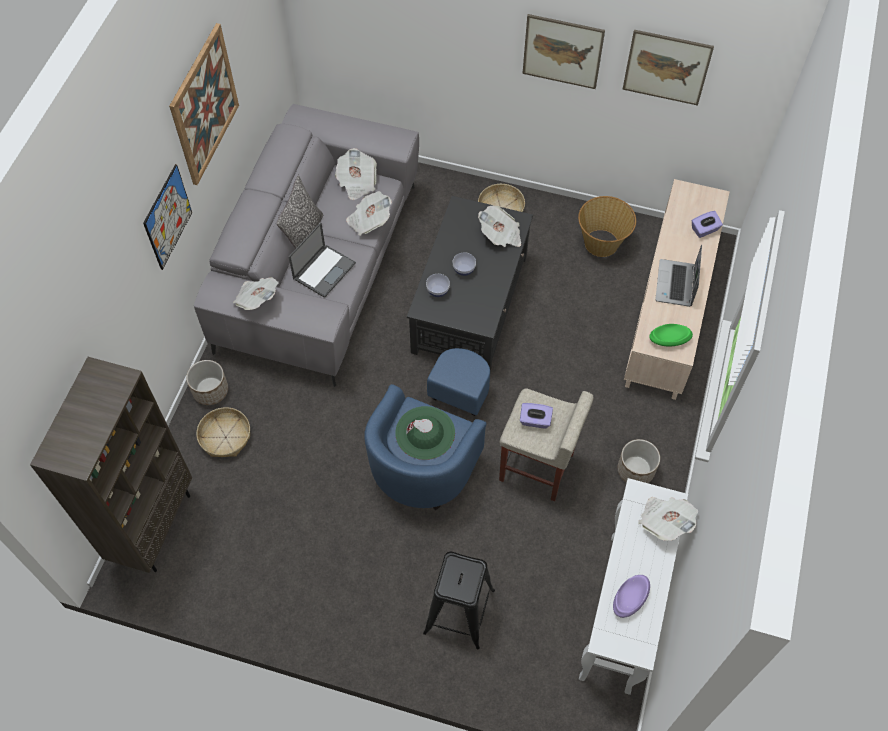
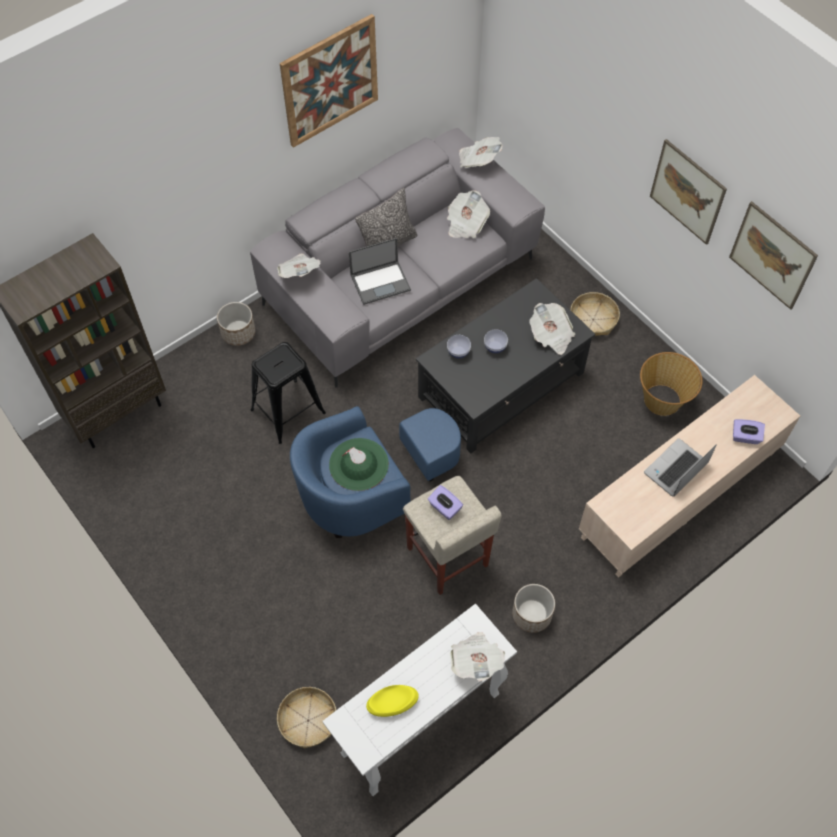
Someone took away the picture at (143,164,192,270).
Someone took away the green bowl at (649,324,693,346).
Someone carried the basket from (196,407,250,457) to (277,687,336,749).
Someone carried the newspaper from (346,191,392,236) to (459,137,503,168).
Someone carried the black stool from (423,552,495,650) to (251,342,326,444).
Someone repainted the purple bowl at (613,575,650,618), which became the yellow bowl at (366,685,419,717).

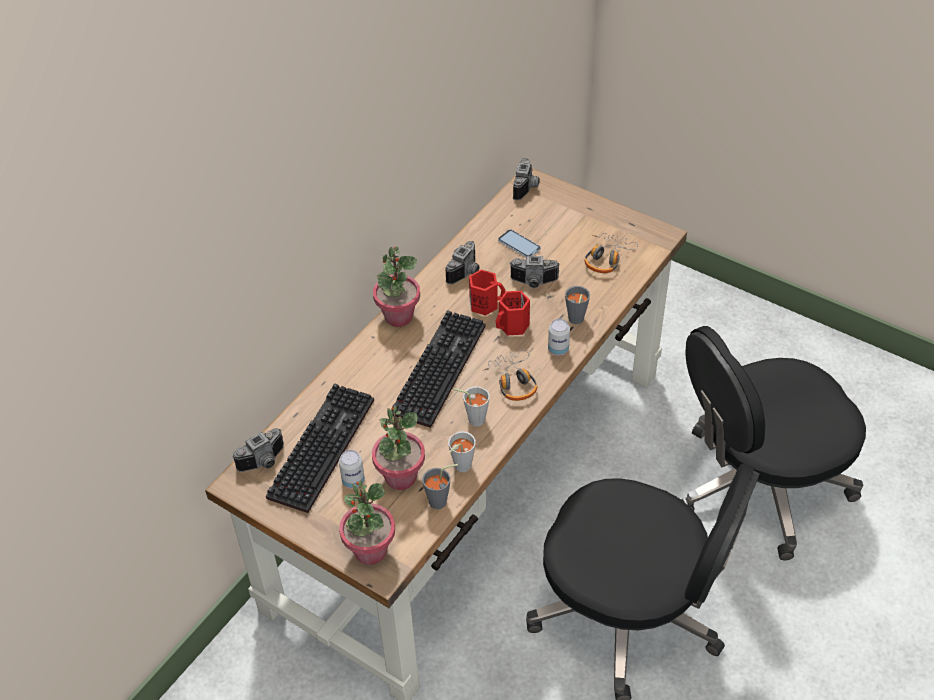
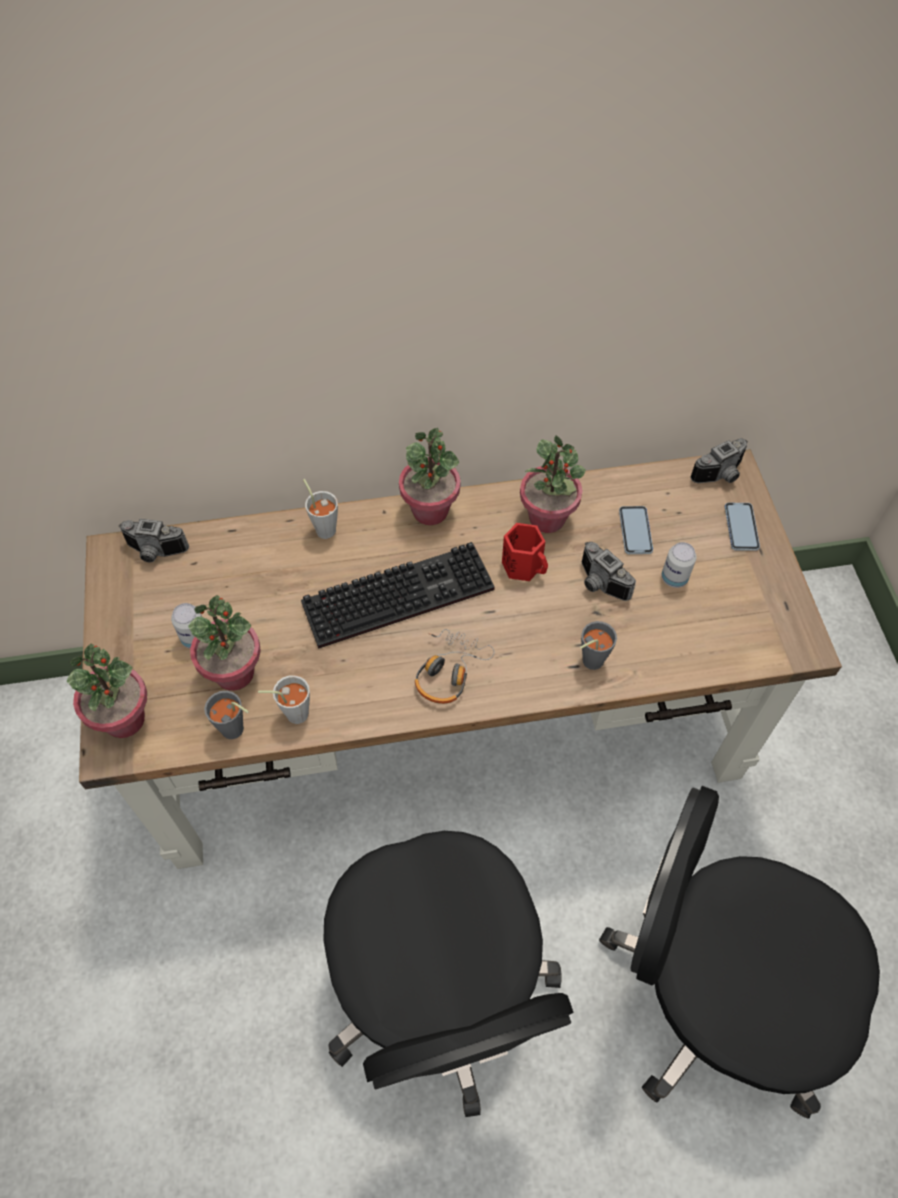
Someone took away the keyboard at (266,383,374,513).
Someone took away the red mug at (495,291,530,335).
Someone took away the headphones at (584,233,638,273).
Someone put down the phone at (725,503,760,551).
Someone carried the grey cup from (453,386,490,426) to (303,479,338,539).
Someone carried the can from (548,319,570,356) to (661,542,696,588).
Someone swapped the photo camera at (445,241,479,284) for the potted plant at (520,435,586,533).

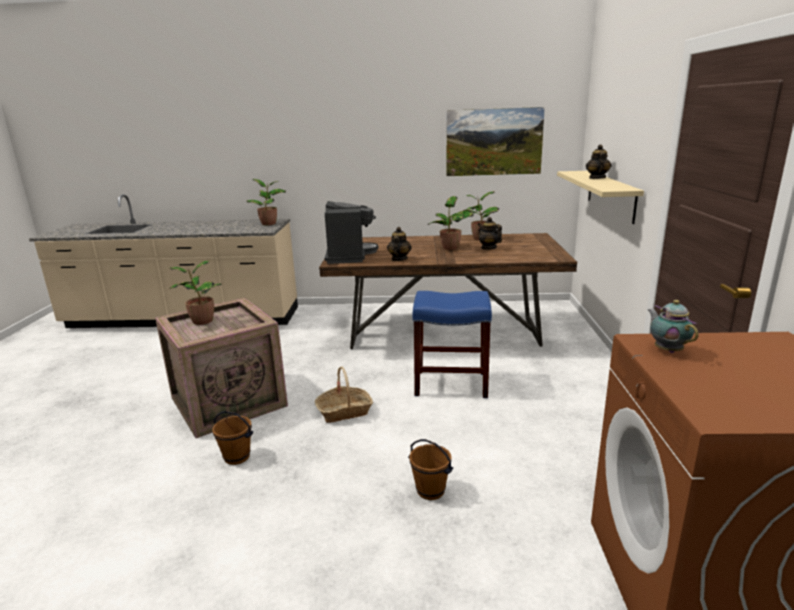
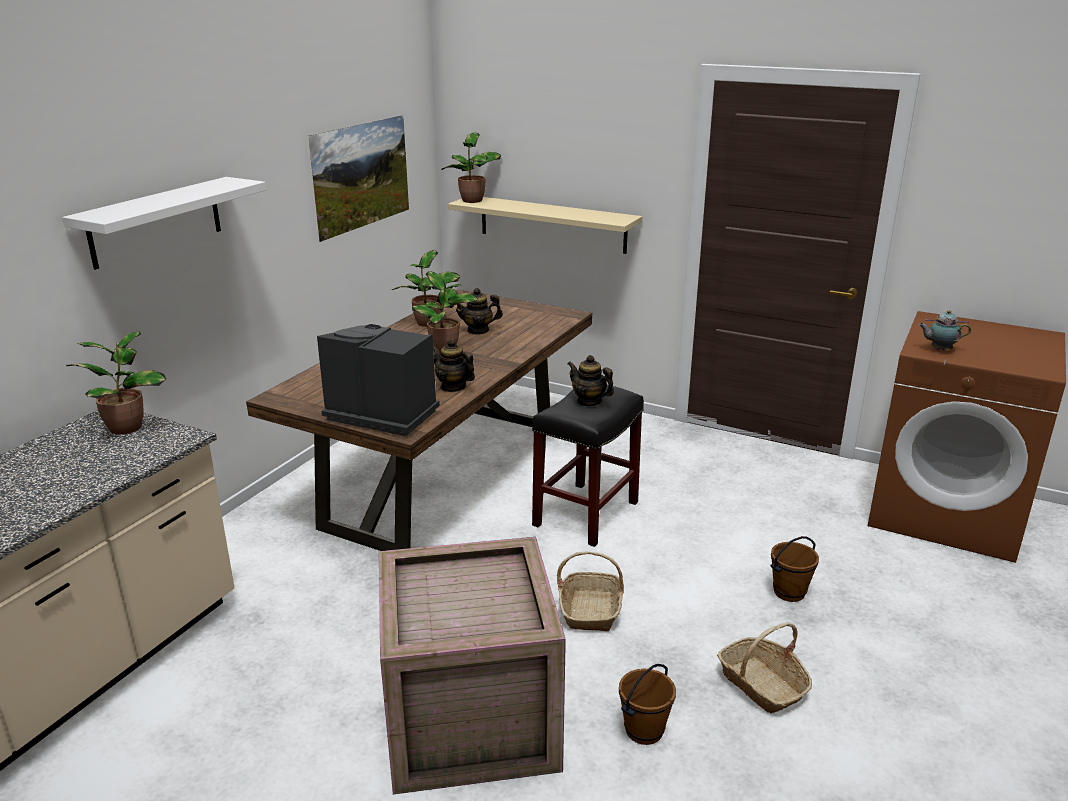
Someone put up the white shelf at (62,177,266,270).
Someone put down the basket at (717,622,812,713).
Someone carried the potted plant from (170,260,222,325) to (442,132,501,203).
Someone carried the teapot from (586,144,612,179) to (568,355,614,407).
Someone repainted the blue stool at (412,291,492,398), which became the black stool at (532,385,644,547).

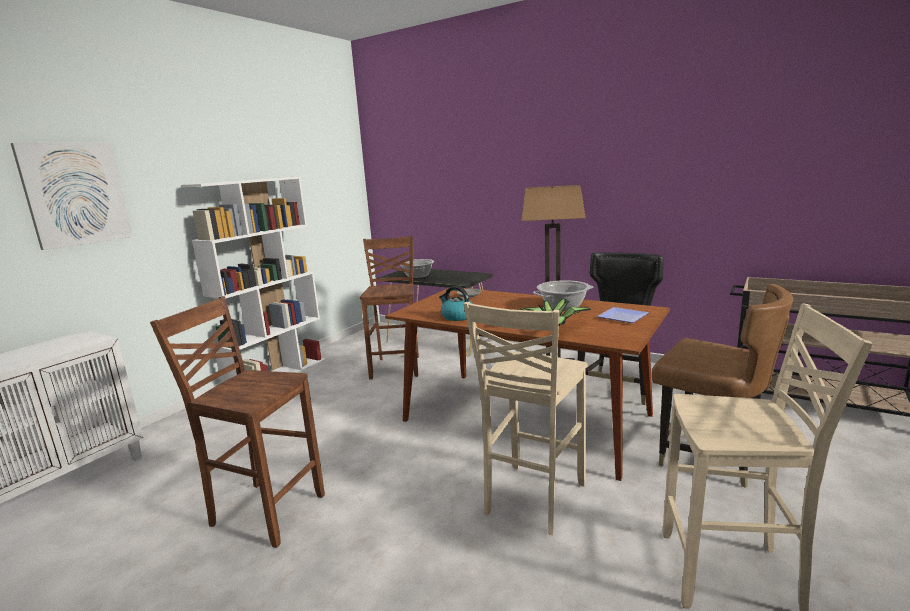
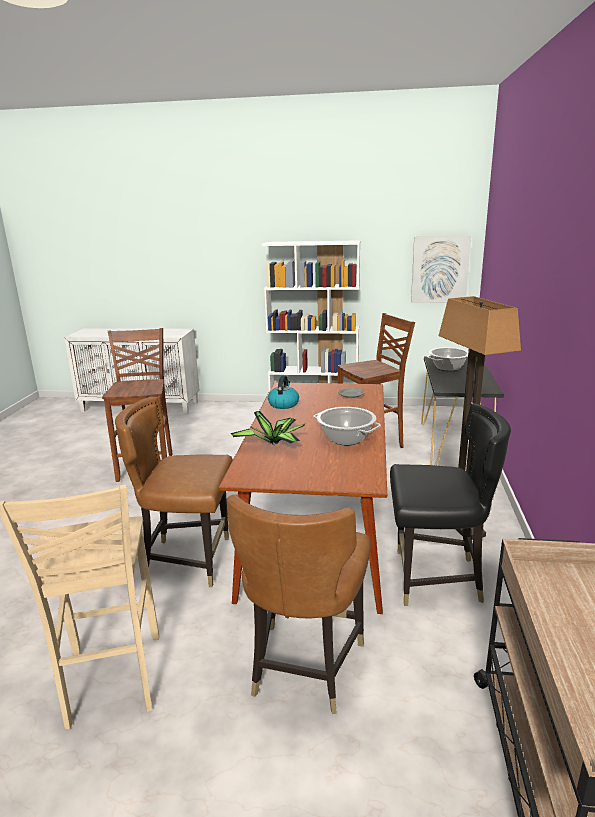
Someone took away the plate at (597,307,649,323).
Someone carried the picture from (11,142,133,250) to (411,236,471,303).
Someone swapped the beige stool at (463,302,587,535) for the brown chair at (115,397,233,587).

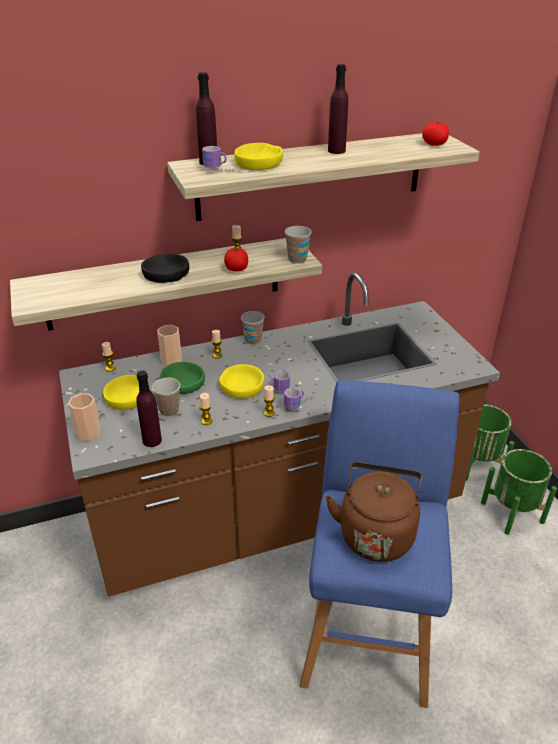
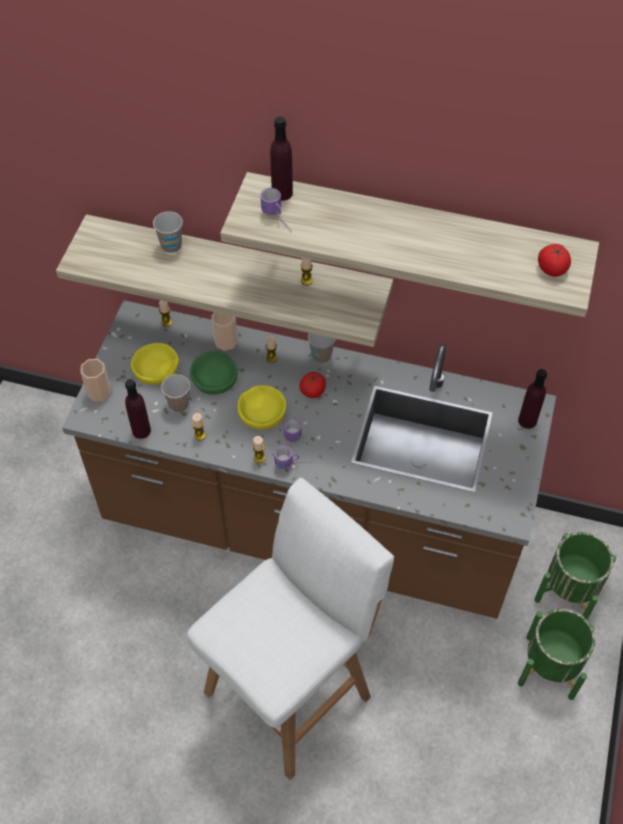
Someone took away the black bowl at (141,254,189,283).
Someone took away the yellow bowl at (234,143,283,170).
Someone took away the brown kettle at (326,462,422,562).
Someone carried the tomato from (224,247,248,271) to (299,372,326,398).
Someone carried the cup from (285,226,312,264) to (153,211,183,253).
Someone carried the purple bottle from (328,64,348,154) to (518,369,547,429).
Someone repainted the blue stool at (300,380,460,708), which became the white stool at (187,477,394,780).

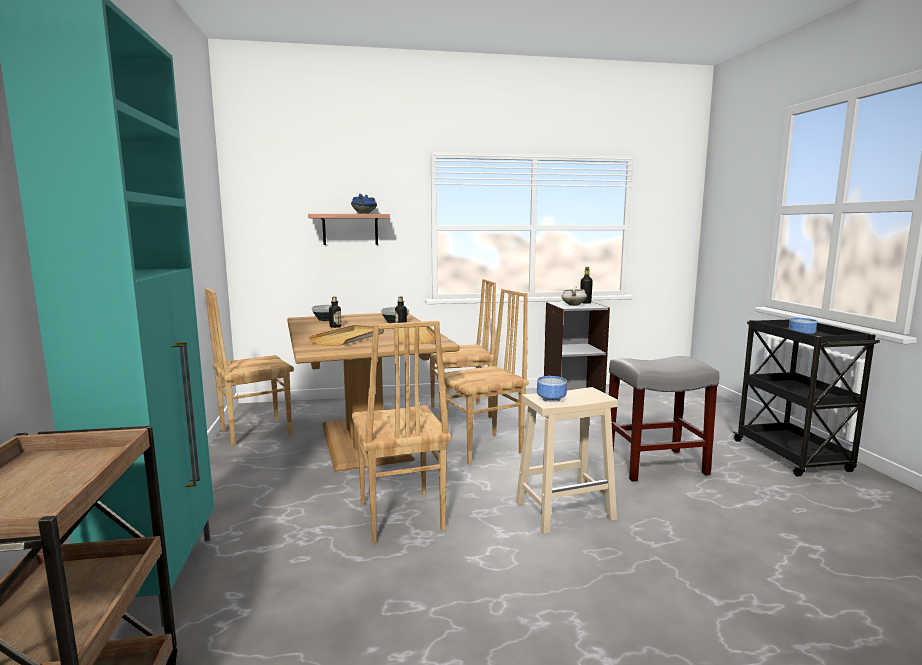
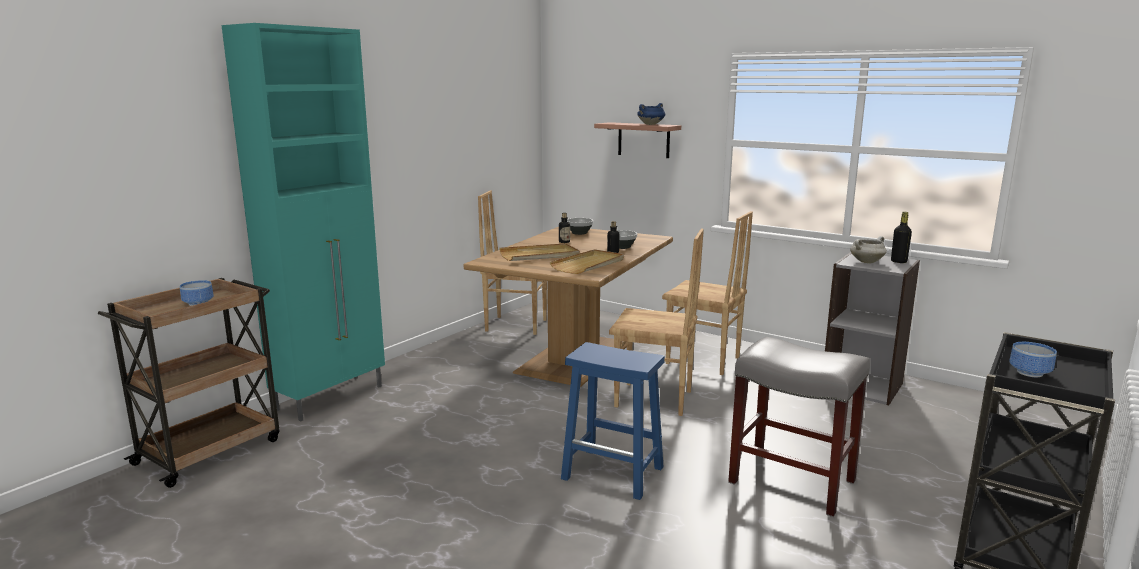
Someone took away the brown chair at (352,321,451,543).
Someone carried the bowl from (537,376,567,402) to (180,280,214,306).
Someone repainted the beige stool at (516,387,618,534), which became the blue stool at (561,342,665,500).

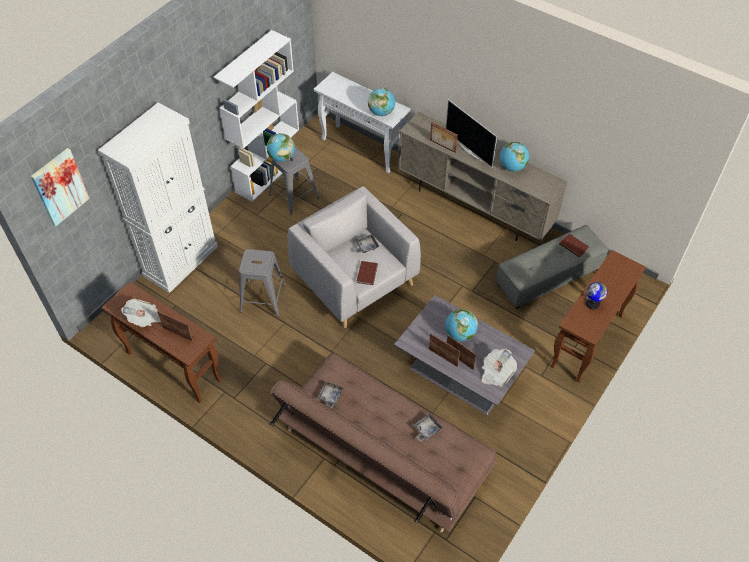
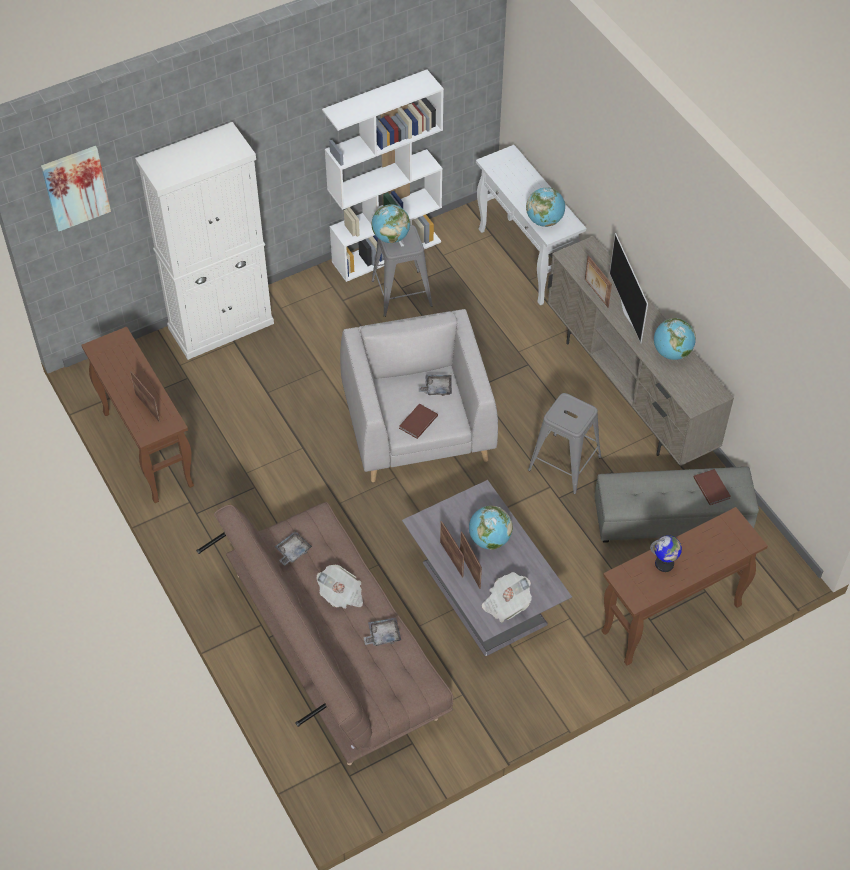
Someone carried the newspaper from (121,299,161,327) to (316,565,363,609).
Someone carried the grey stool from (239,249,286,317) to (528,393,601,494).

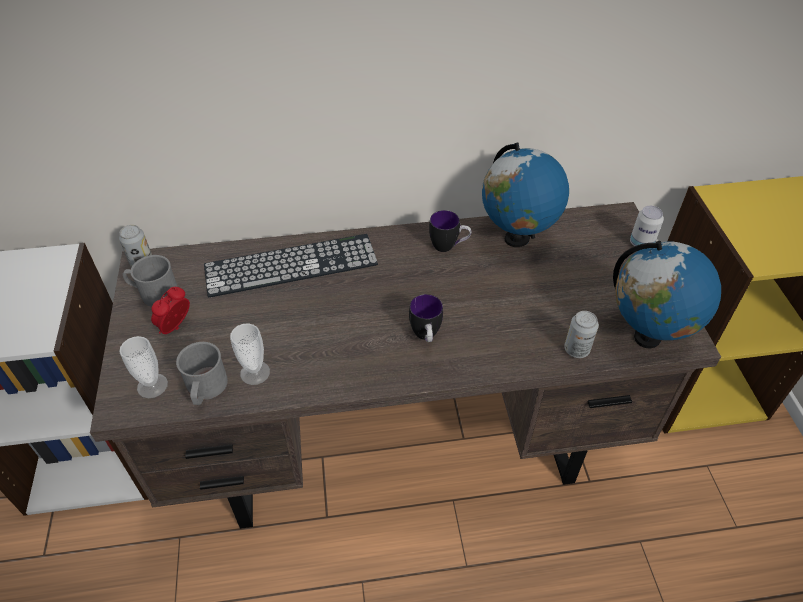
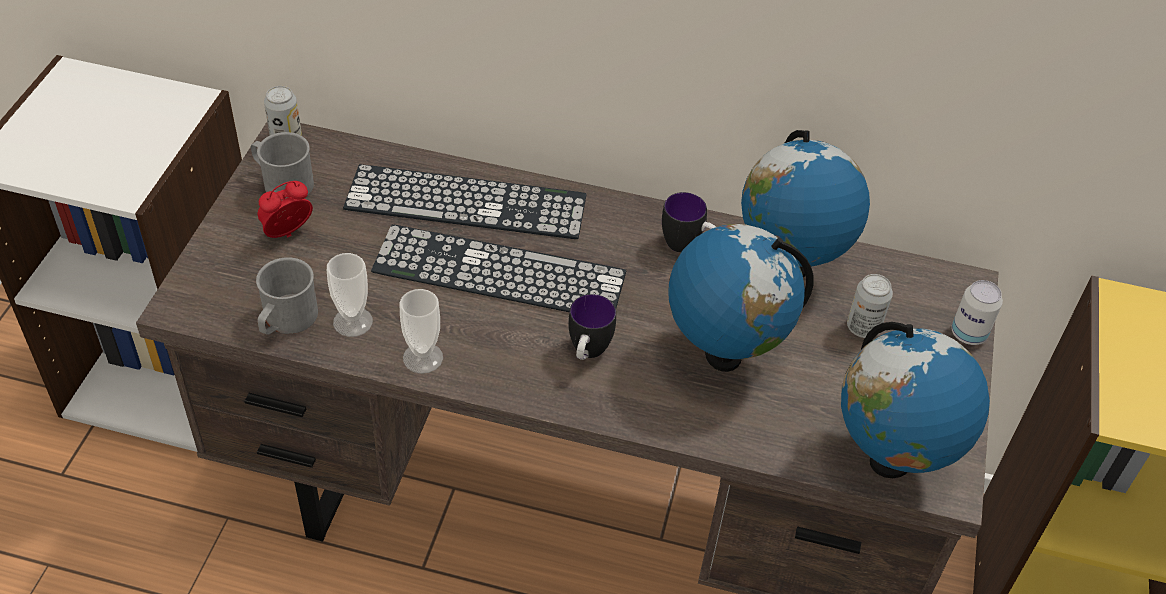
Someone put down the keyboard at (371,224,626,312).
Someone put down the globe at (668,224,814,372).
Someone carried the cup from (119,336,168,398) to (399,289,443,374).
Someone carried the can from (564,311,599,358) to (847,274,893,338).

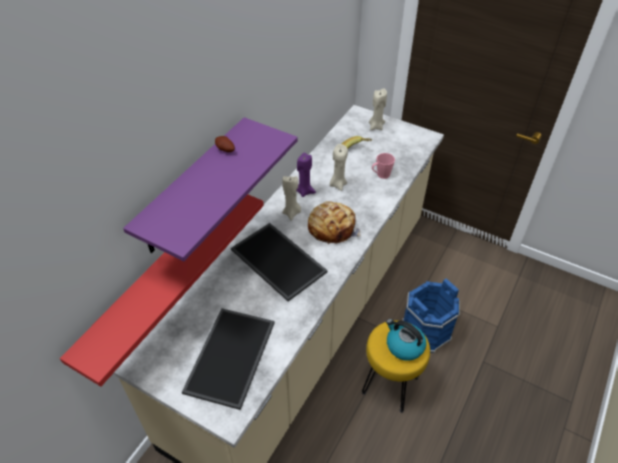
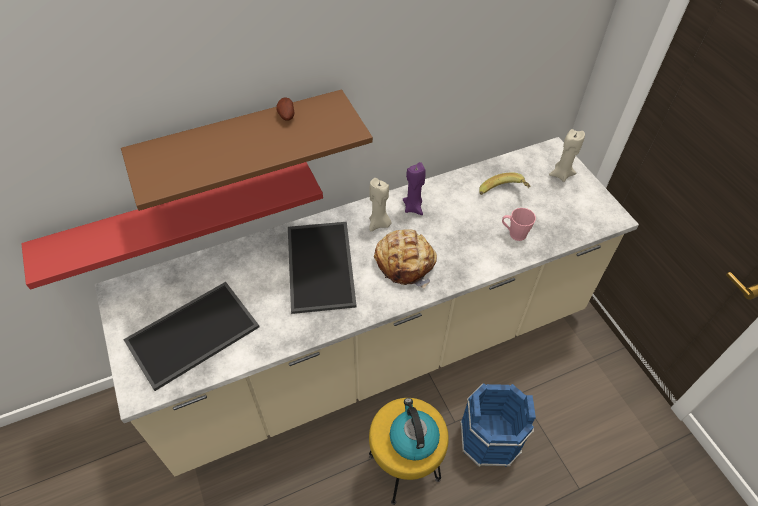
Someone took away the beige candle at (330,144,348,191).
Someone repainted the purple shelf at (123,117,298,261), which became the brown shelf at (121,89,373,211).

